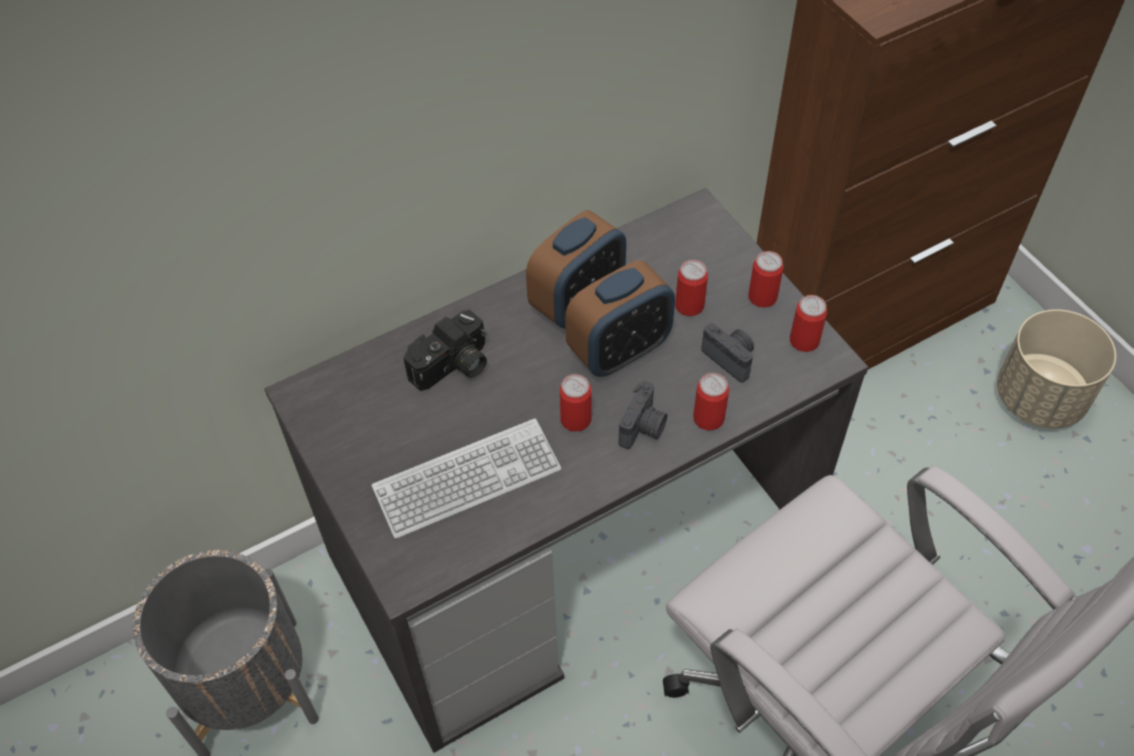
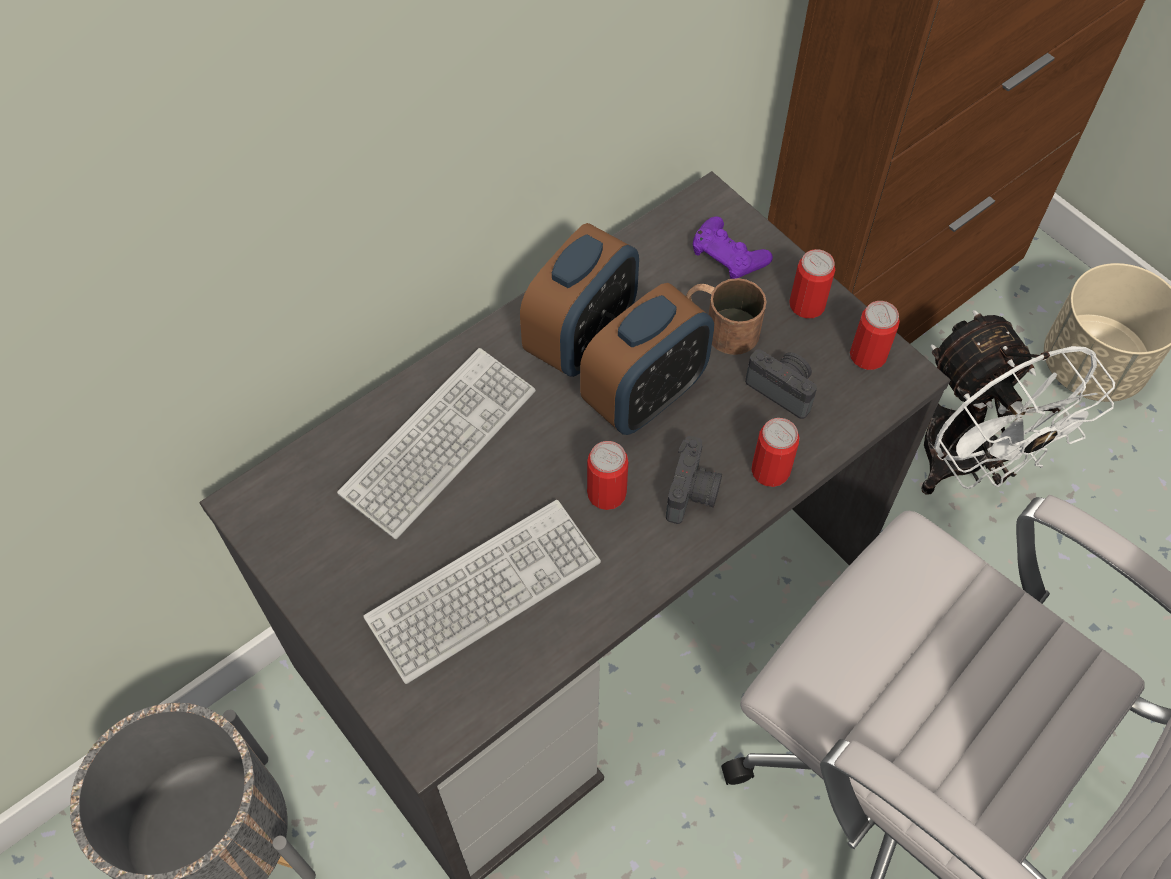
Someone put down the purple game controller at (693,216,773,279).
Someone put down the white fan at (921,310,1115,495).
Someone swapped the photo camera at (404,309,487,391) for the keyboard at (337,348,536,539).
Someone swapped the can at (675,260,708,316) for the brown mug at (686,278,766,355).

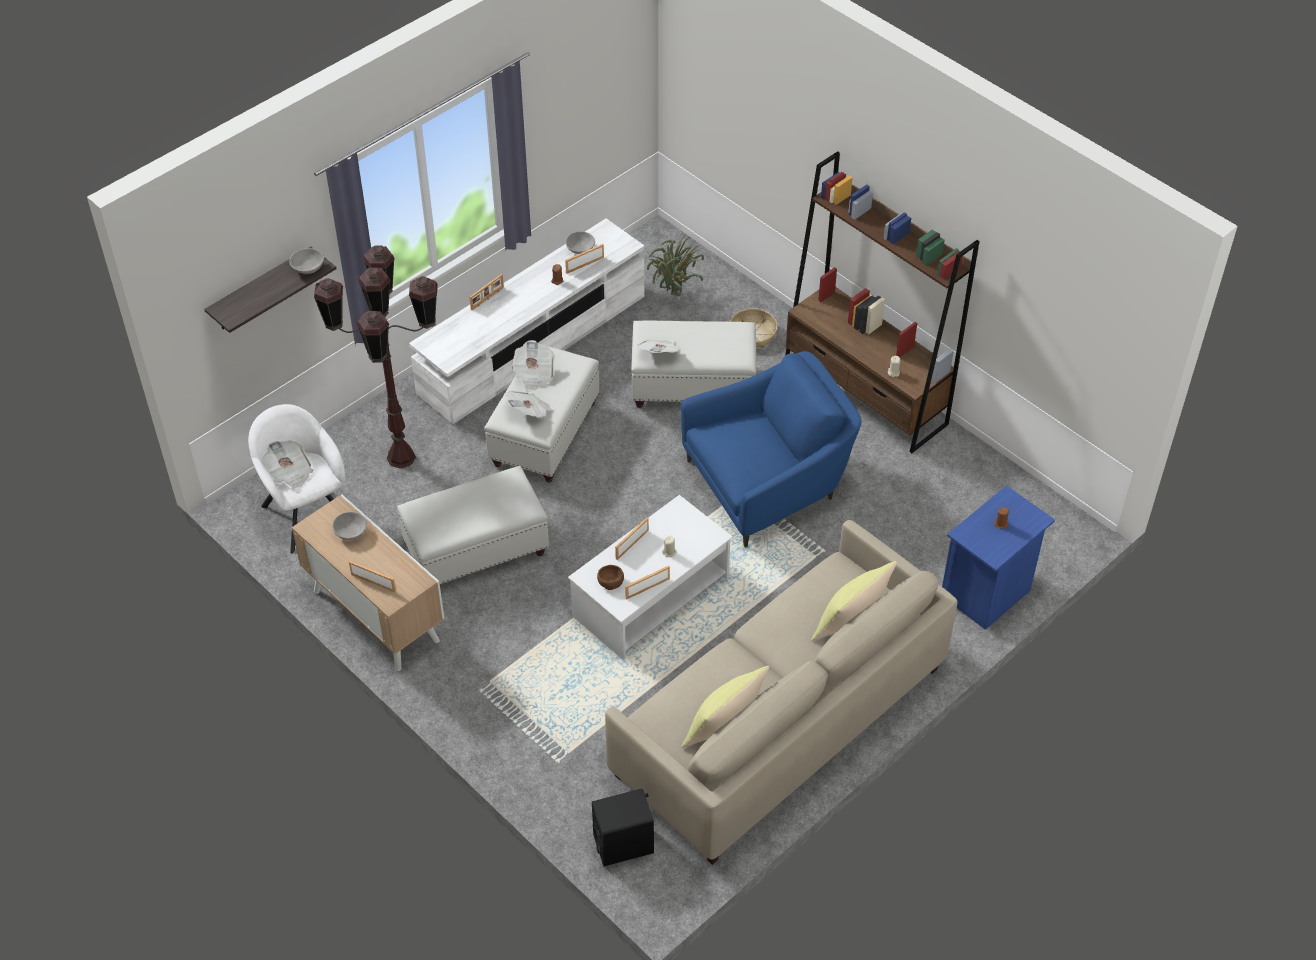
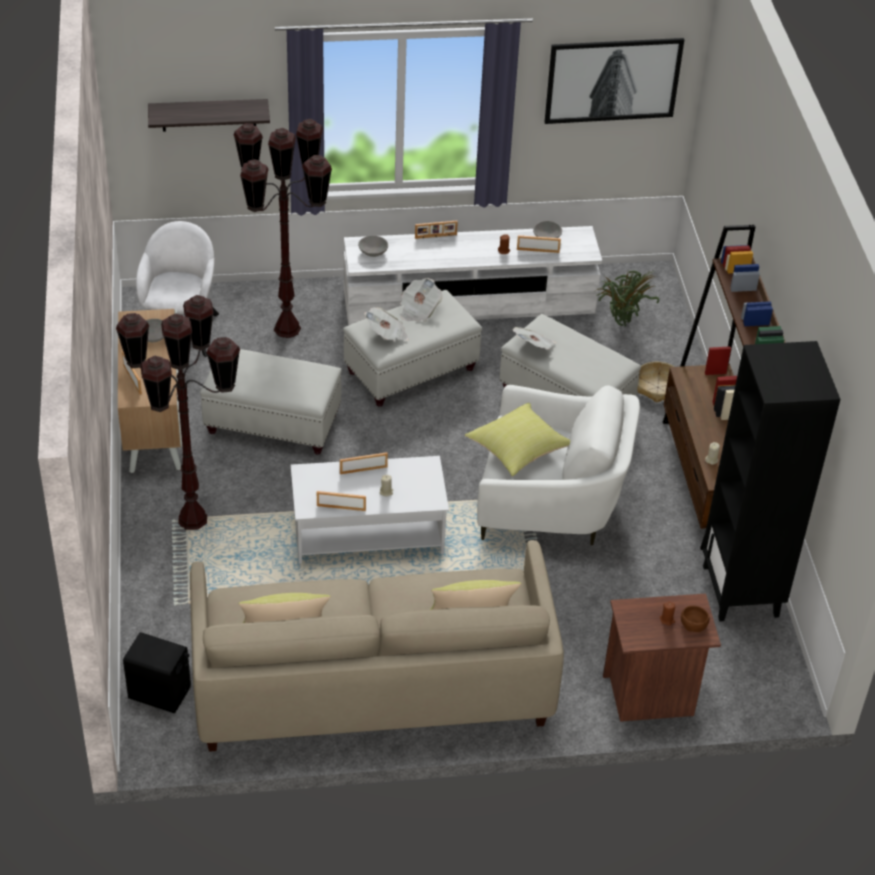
Someone took away the newspaper at (263,440,314,490).
Someone put down the brown floor lamp at (116,295,240,530).
Someone put down the yellow pillow at (465,403,571,477).
Someone put up the picture at (545,38,684,124).
Someone put down the black bookcase at (702,341,841,621).
Someone carried the grey bowl from (289,248,324,274) to (358,236,388,257).
Someone carried the brown bowl from (597,565,624,590) to (681,605,710,632).
Someone repainted the blue armchair at (681,351,861,548), which became the white armchair at (477,385,640,545).
Someone repainted the blue nightstand at (942,485,1055,630), which became the brown nightstand at (603,594,721,722).

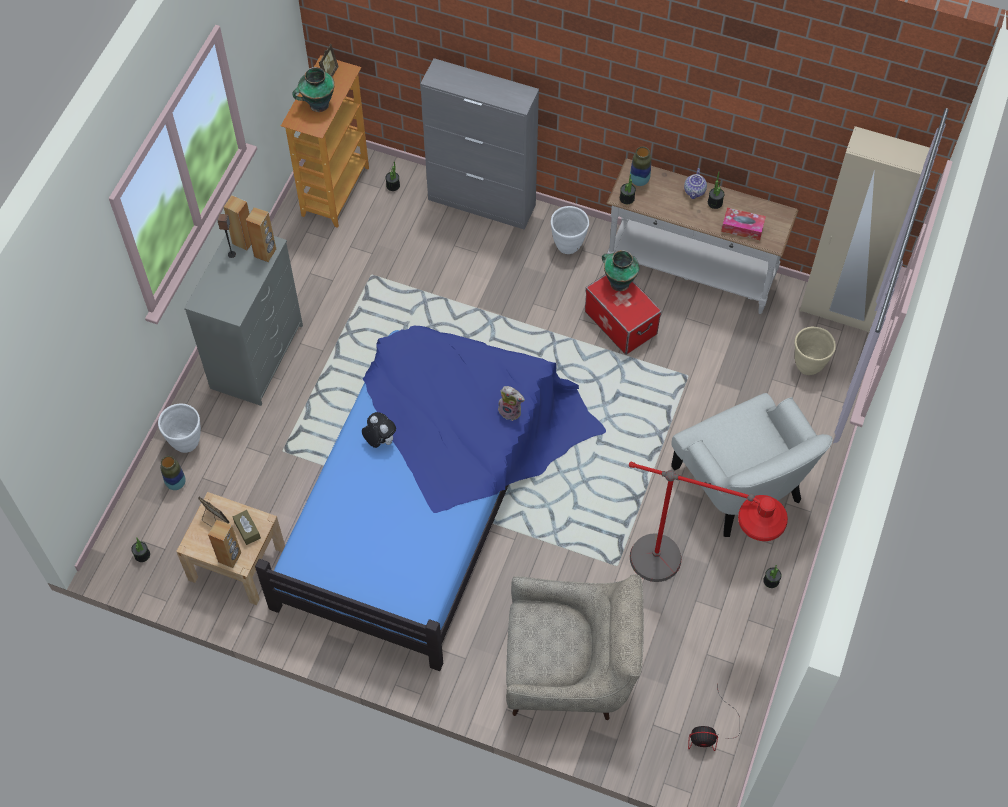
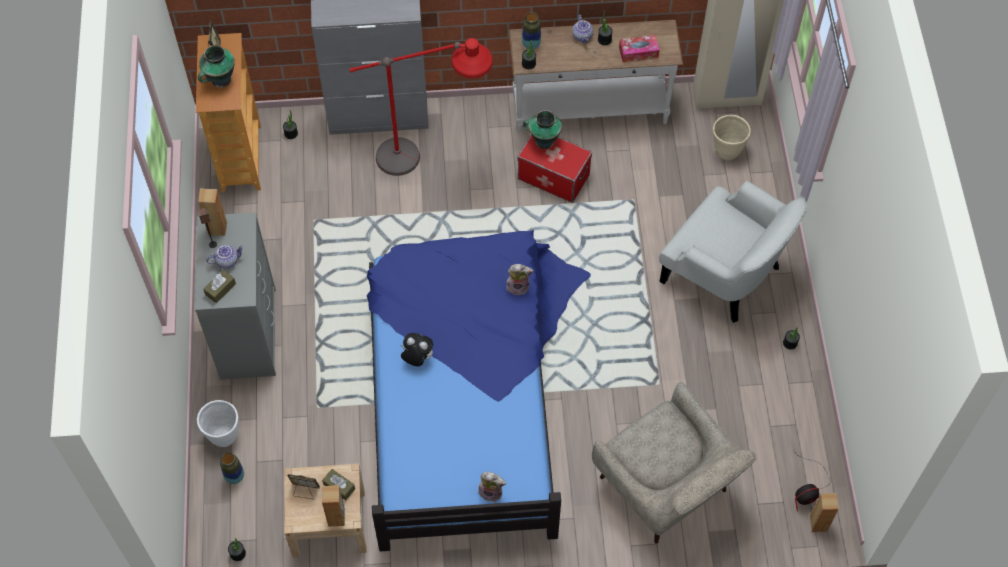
Someone took away the white planter at (551,206,589,254).
Someone put down the brown tissue box at (203,270,236,303).
Someone put down the teapot at (206,245,244,269).
Someone put down the plush toy at (478,472,506,502).
Someone carried the brown speaker from (246,207,276,262) to (810,493,839,532).
Someone carried the red floor lamp from (629,462,788,582) to (349,38,493,176).
Someone rotated the beige armchair at (506,574,644,720) by 75 degrees clockwise.

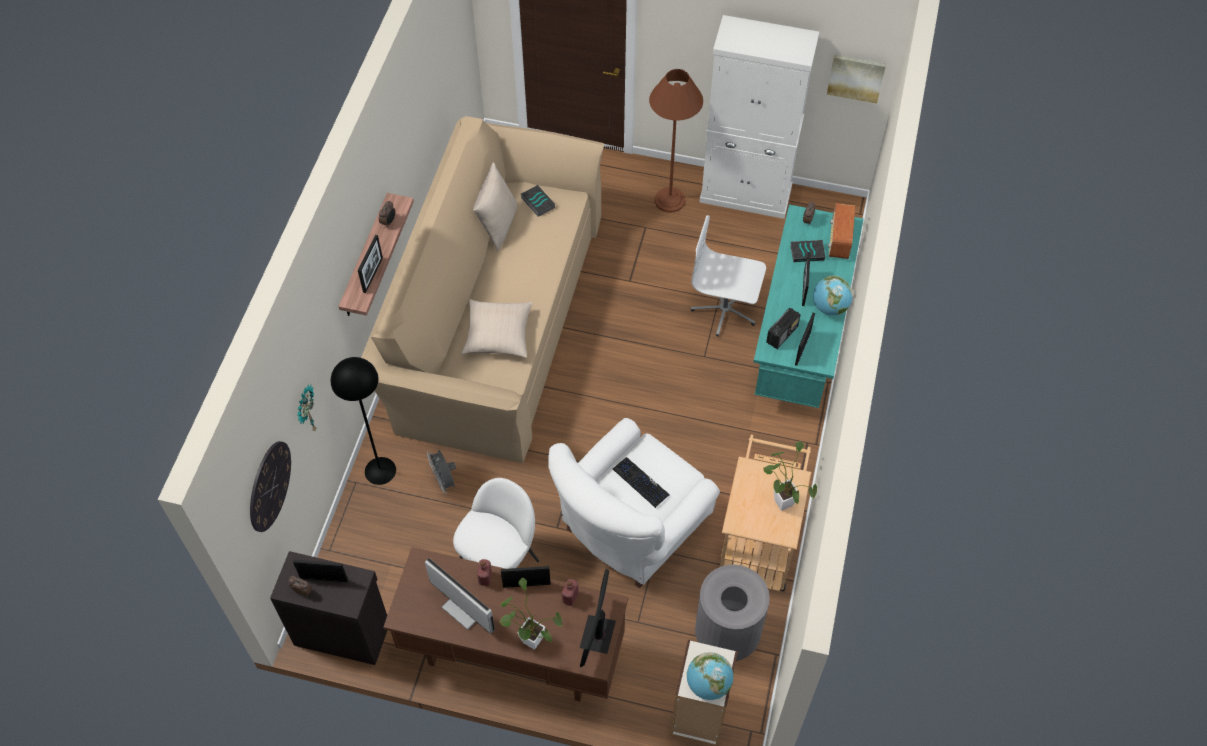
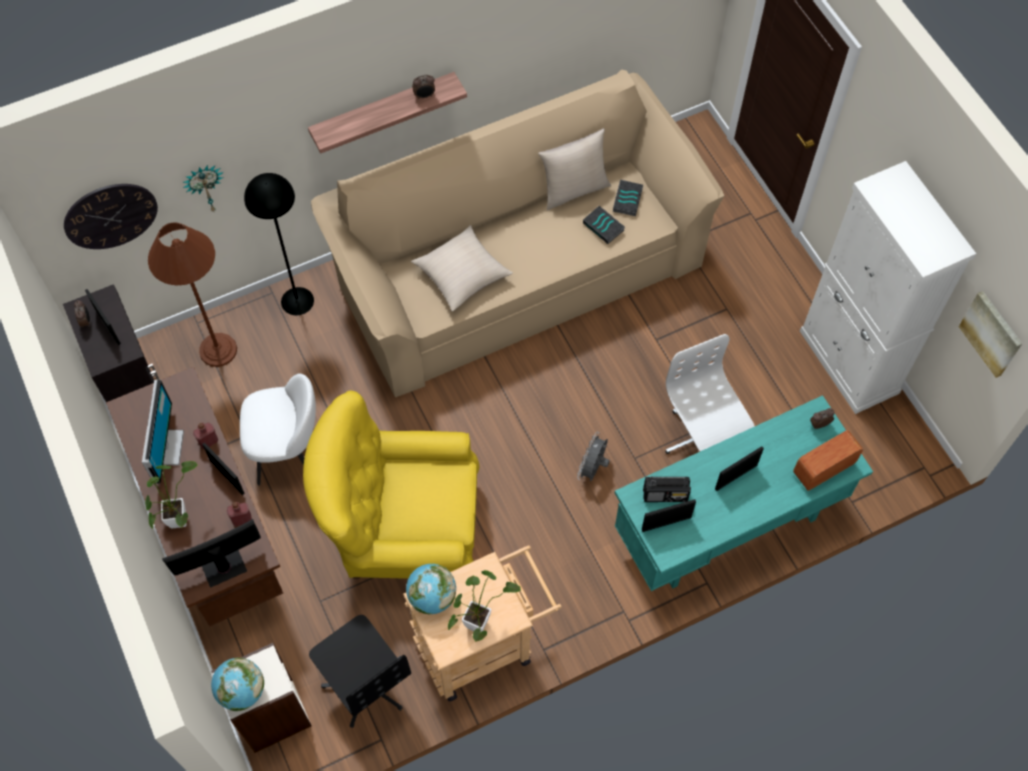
Someone took away the picture frame at (358,235,383,293).
Someone took away the keyboard at (613,457,670,508).
Someone carried the grey fan from (427,450,456,494) to (577,432,610,481).
Someone carried the brown floor lamp from (649,69,703,213) to (148,222,237,367).
Someone carried the book from (790,240,825,262) to (583,206,625,244).
Someone carried the globe from (813,276,853,315) to (406,564,456,614).
Someone swapped the grey trash can at (695,565,770,661) for the black office chair at (309,615,411,728).
Someone repainted the white armchair at (548,418,720,589), which became the yellow armchair at (303,390,479,579).

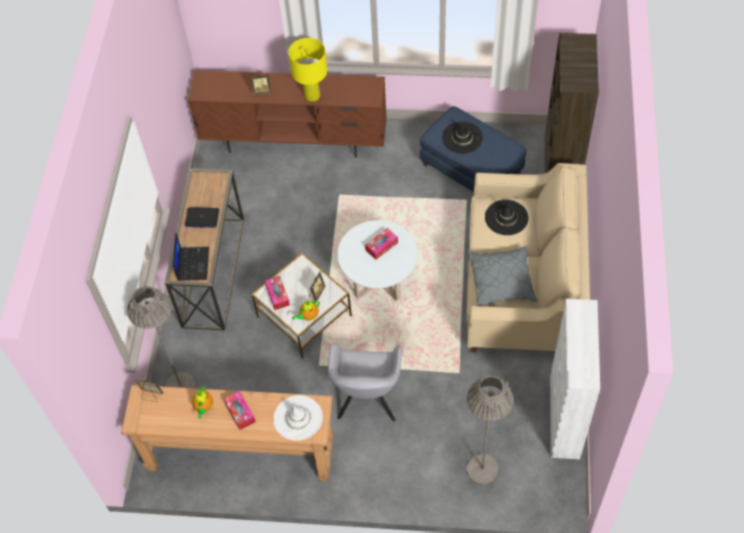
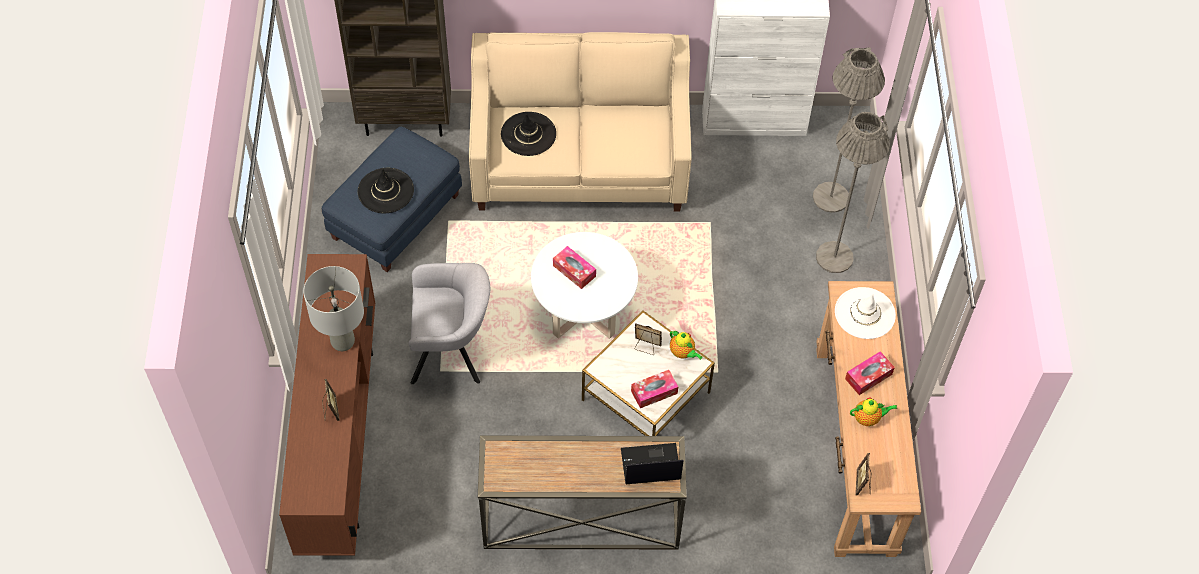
Someone took away the laptop at (185,207,219,228).
Someone took away the grey pillow at (468,246,538,306).
Someone carried the grey floor lamp from (128,286,196,388) to (816,112,890,273).
Someone carried the grey armchair from (328,343,402,421) to (409,263,490,384).
Someone repainted the yellow table lamp at (288,38,327,102), which became the grey table lamp at (303,266,364,351).

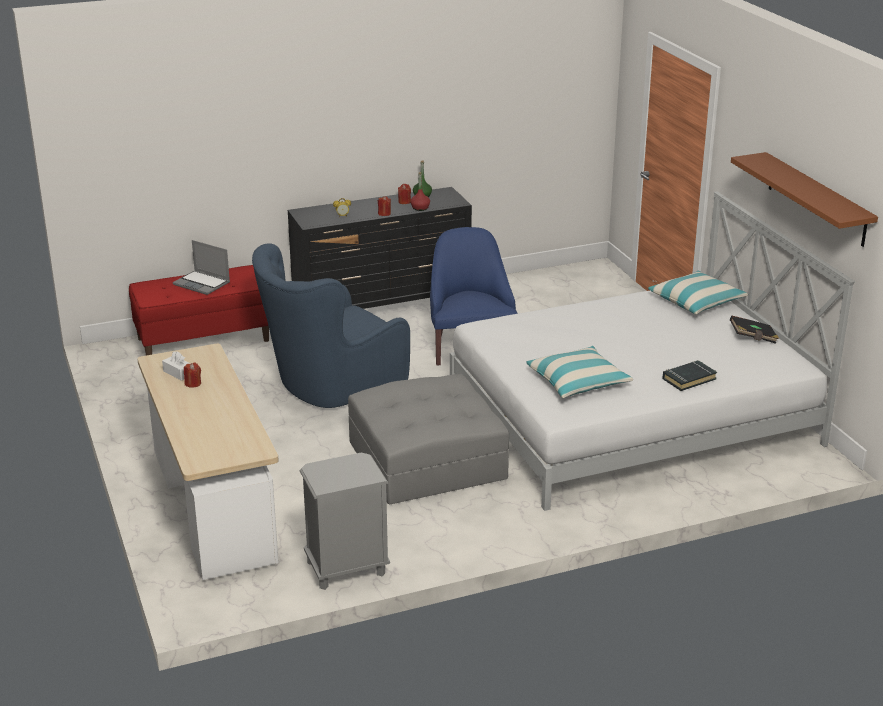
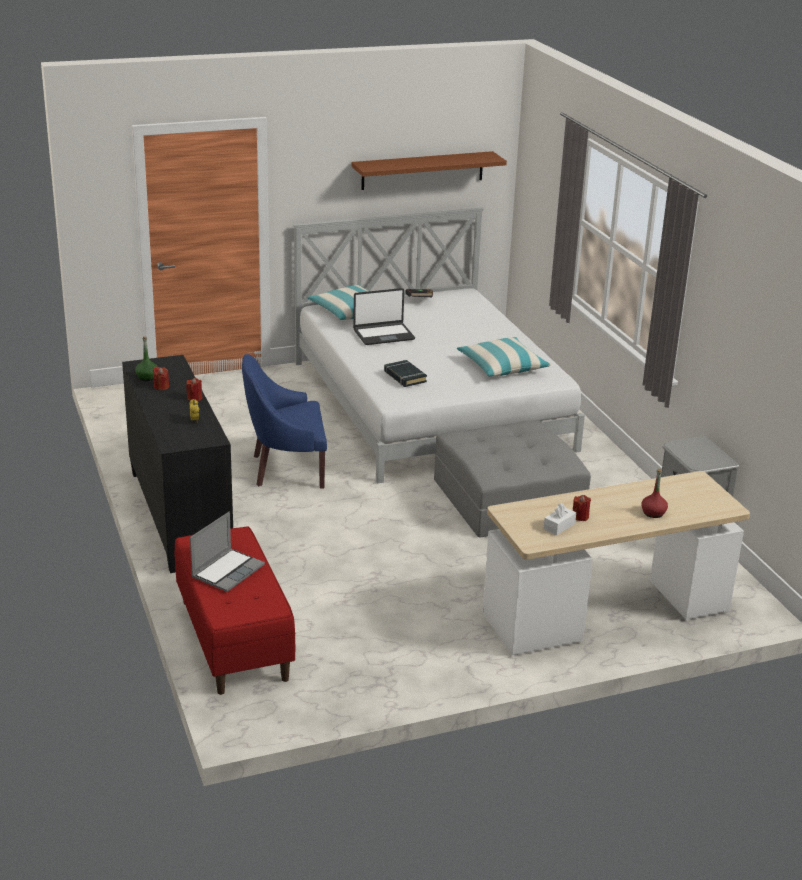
Someone took away the blue armchair at (252,243,410,408).
Someone put down the laptop at (353,288,415,345).
Someone carried the red bottle from (410,172,430,211) to (641,469,668,518).
Someone carried the black book from (662,360,717,391) to (384,360,427,387).

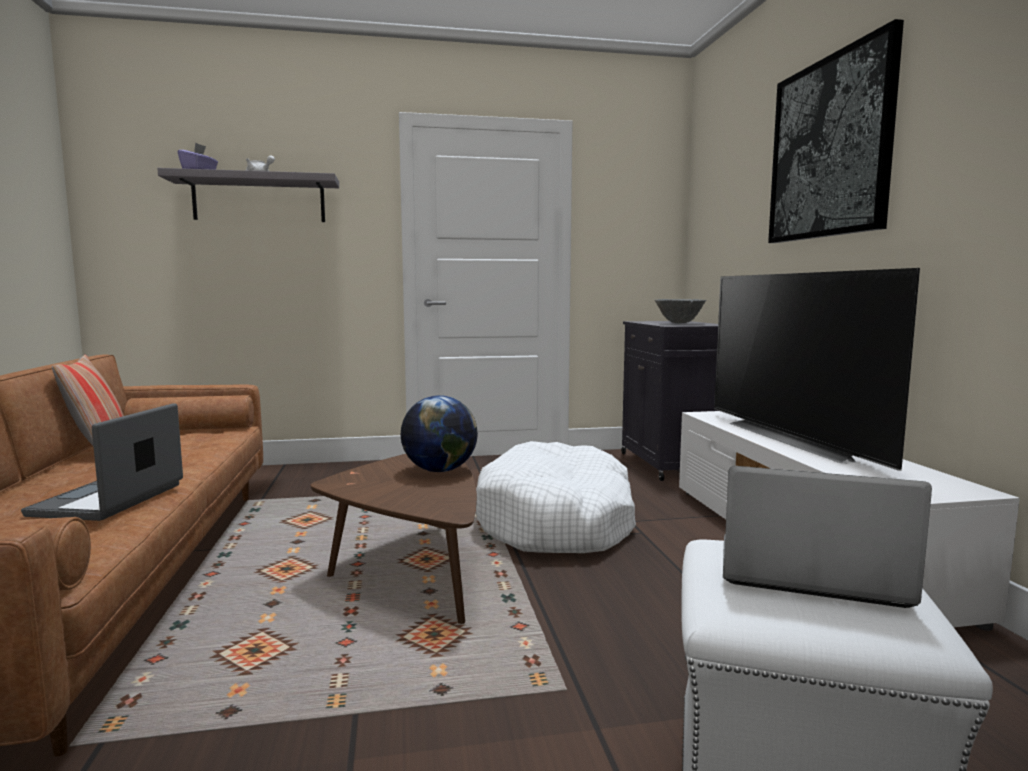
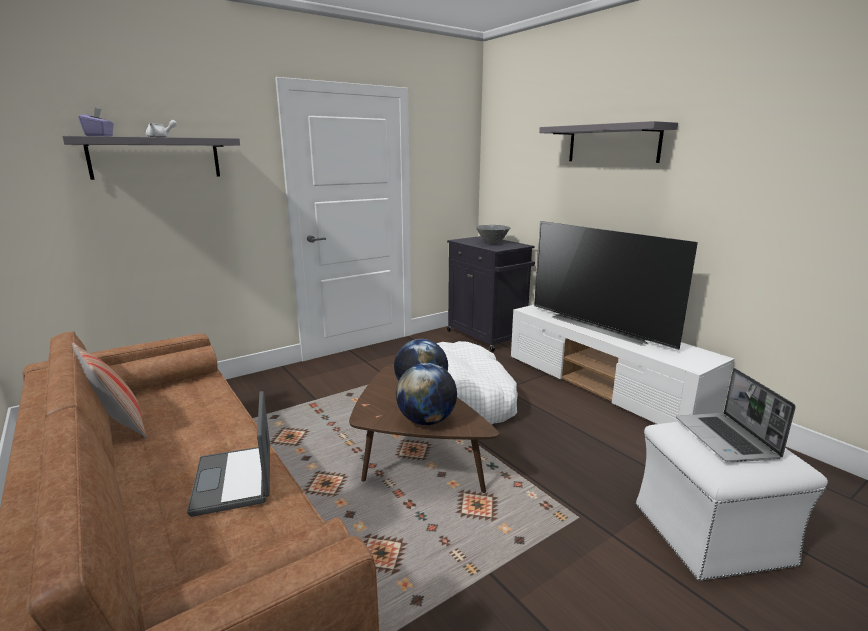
Someone put down the globe at (396,363,457,425).
Someone swapped the picture at (768,19,904,243) for the grey shelf at (539,121,678,163).
Someone rotated the laptop at (723,466,932,608) by 90 degrees counterclockwise.

